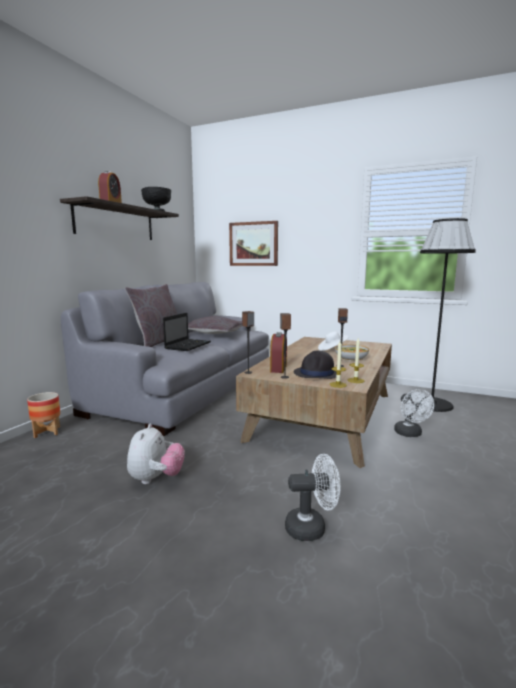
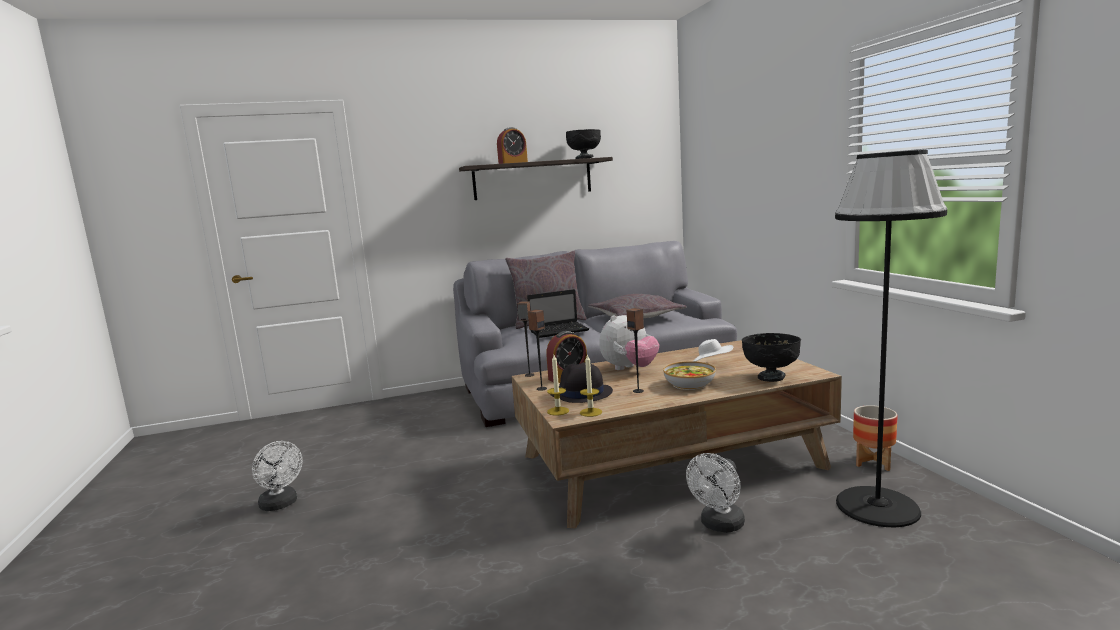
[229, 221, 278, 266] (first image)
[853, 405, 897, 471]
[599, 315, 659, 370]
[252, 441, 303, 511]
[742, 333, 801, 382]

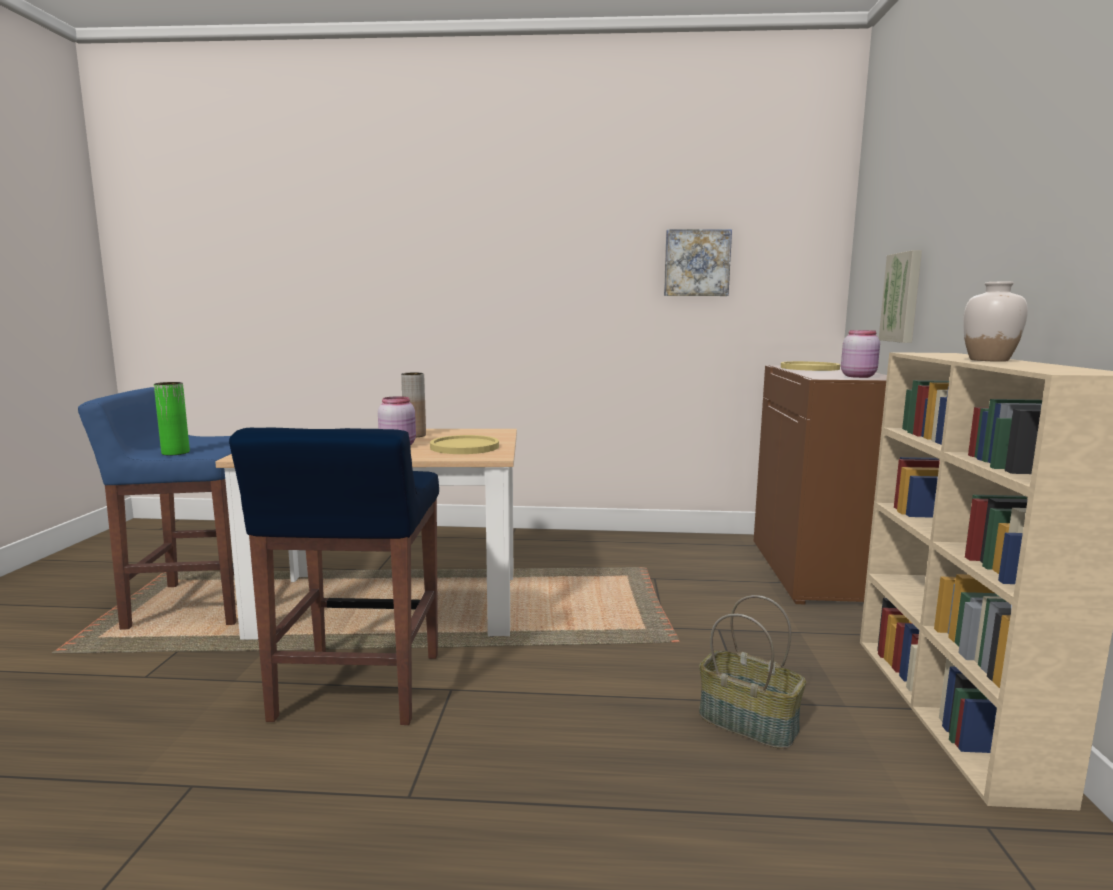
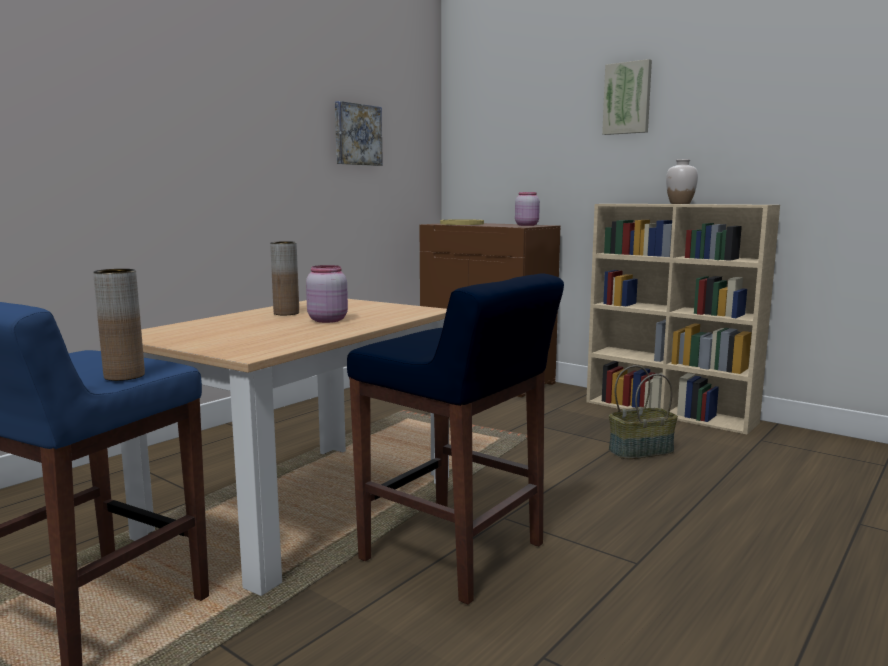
[602, 59, 652, 135]
[93, 269, 145, 381]
[430, 435, 499, 454] (first image)

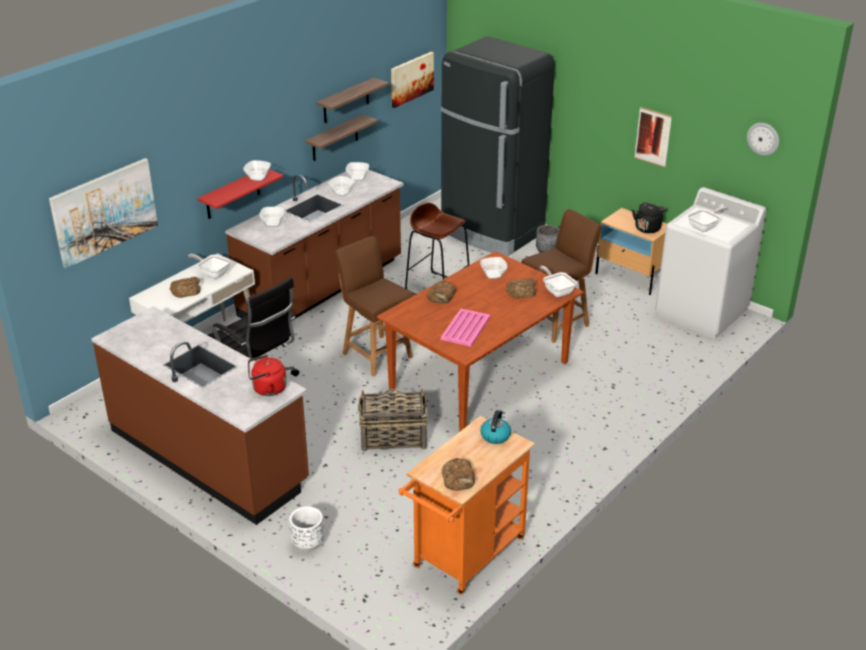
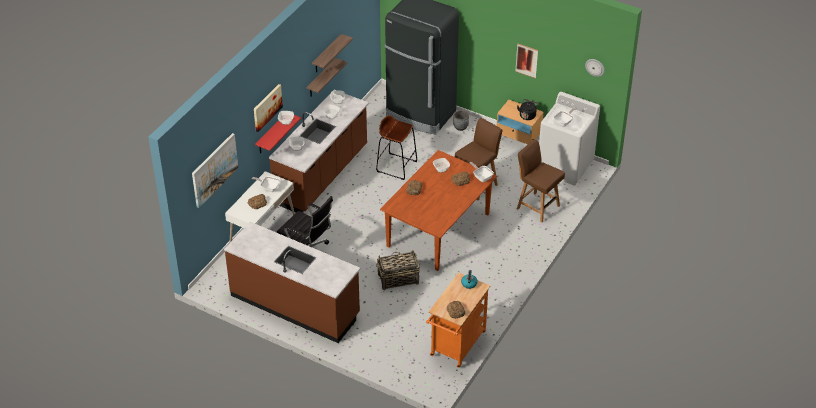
[254, 84, 283, 132]
[517, 139, 565, 222]
[441, 309, 490, 347] (first image)
[248, 355, 287, 396] (first image)
[289, 506, 324, 551] (first image)

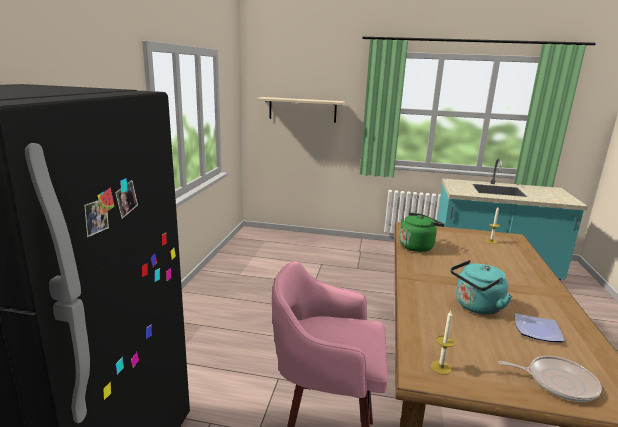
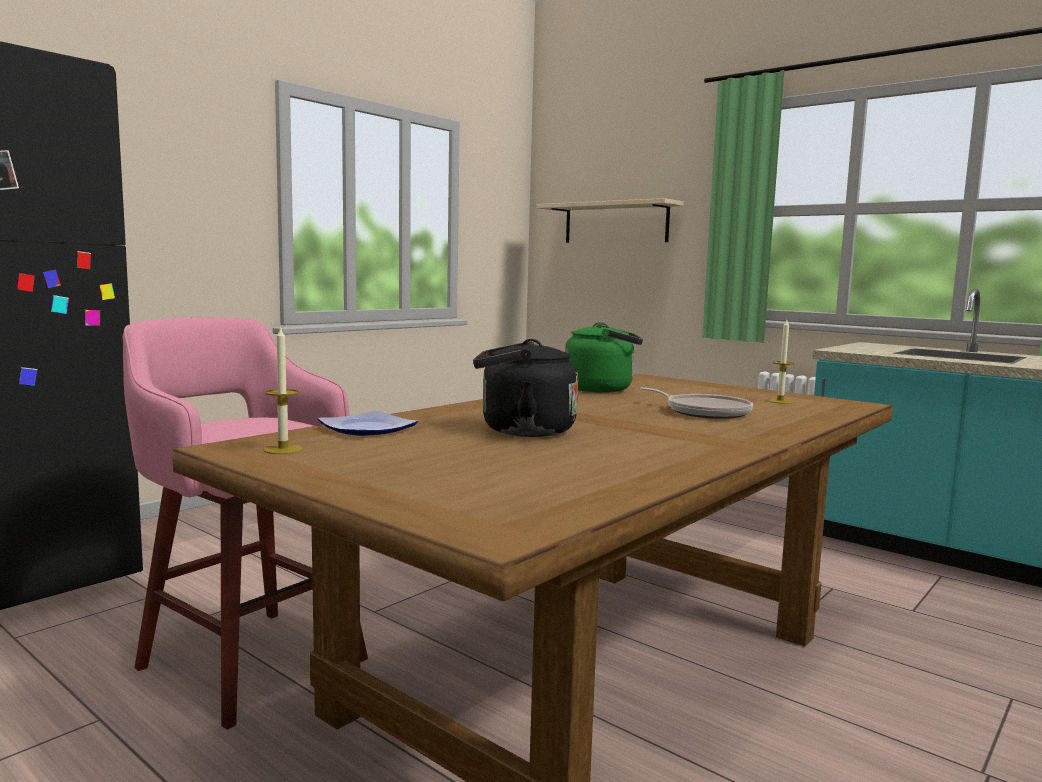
[473, 339, 578, 437]
[318, 410, 418, 436]
[640, 387, 753, 419]

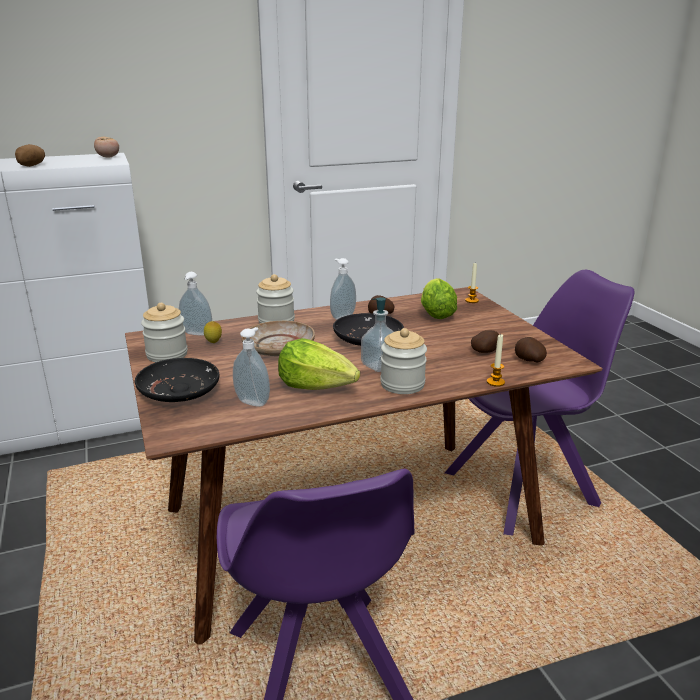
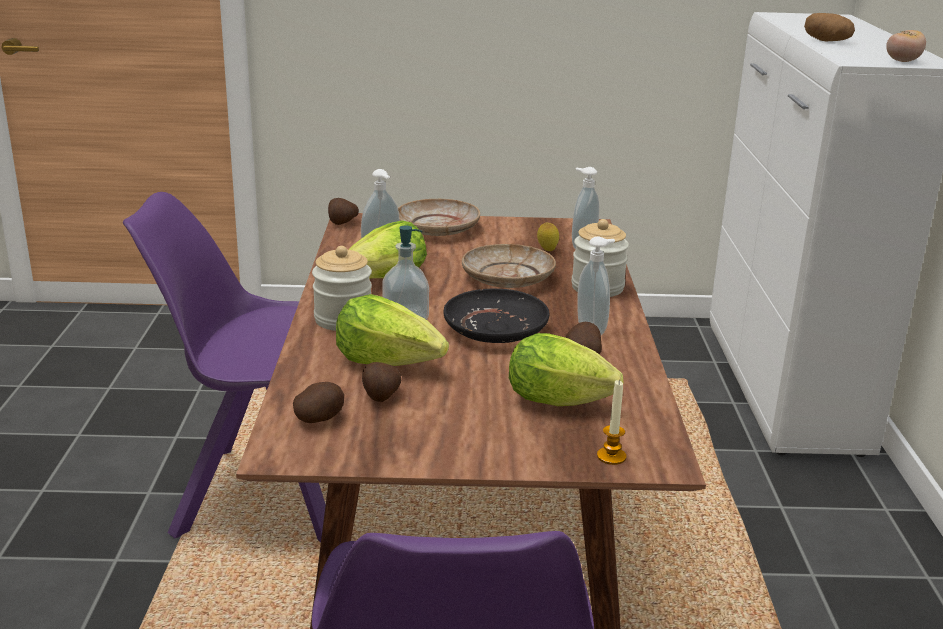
[141, 303, 188, 362] (first image)
[487, 334, 505, 387] (first image)
[398, 199, 480, 236]
[328, 198, 359, 225]
[336, 294, 449, 366]

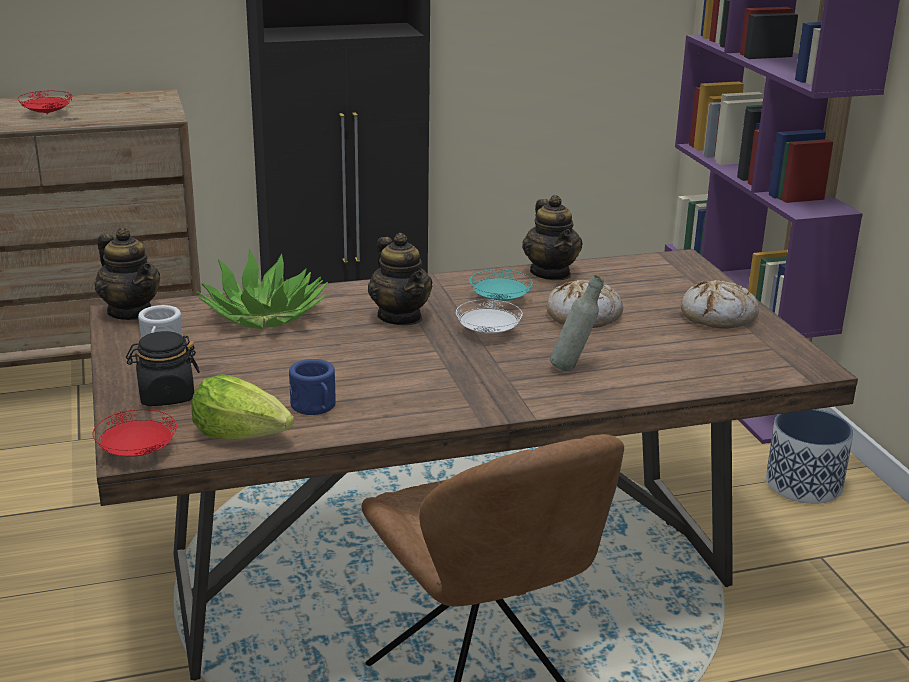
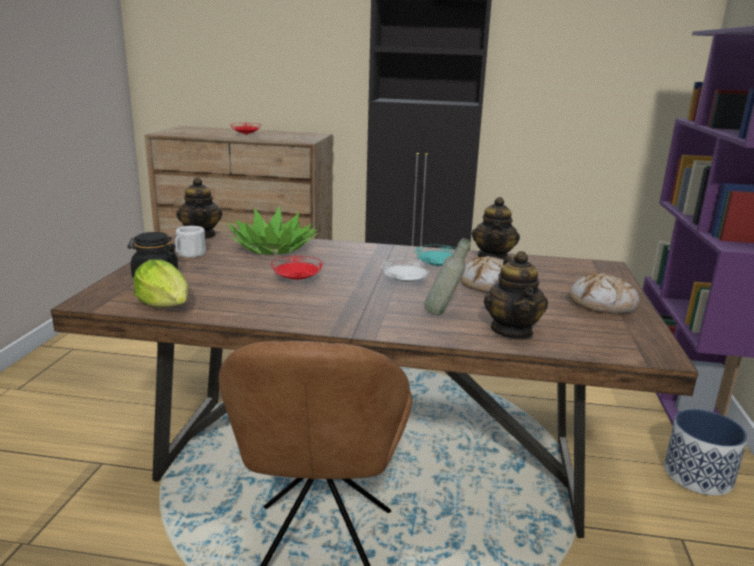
[484, 251, 548, 340]
[289, 359, 336, 415] (first image)
[271, 256, 323, 280]

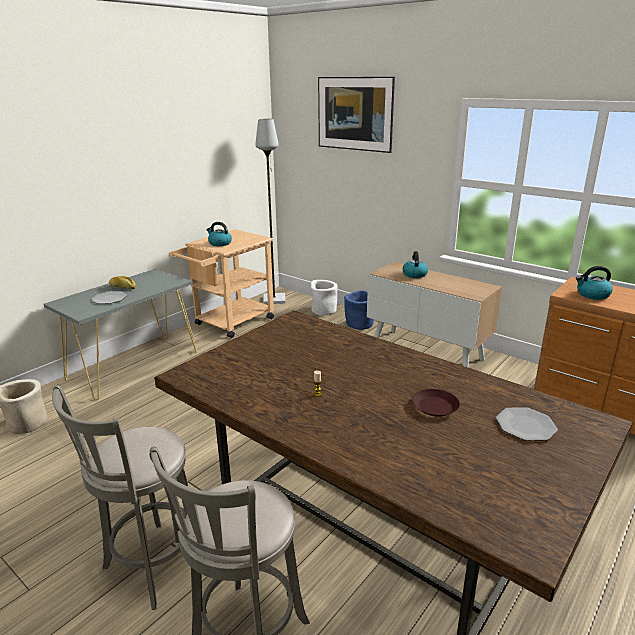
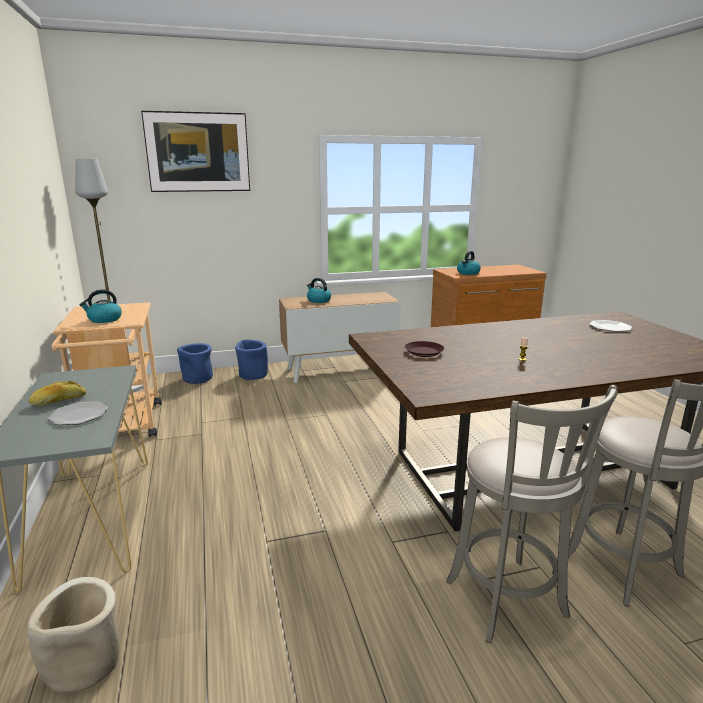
[177, 343, 213, 384]
[405, 341, 444, 357]

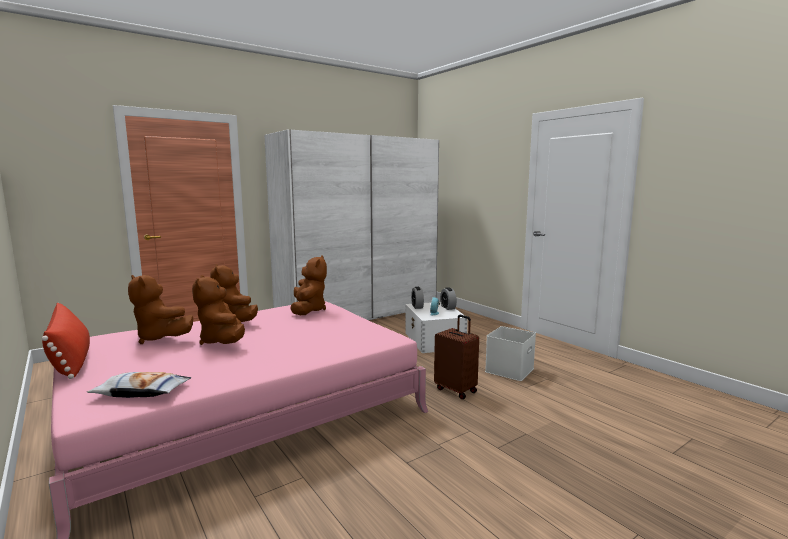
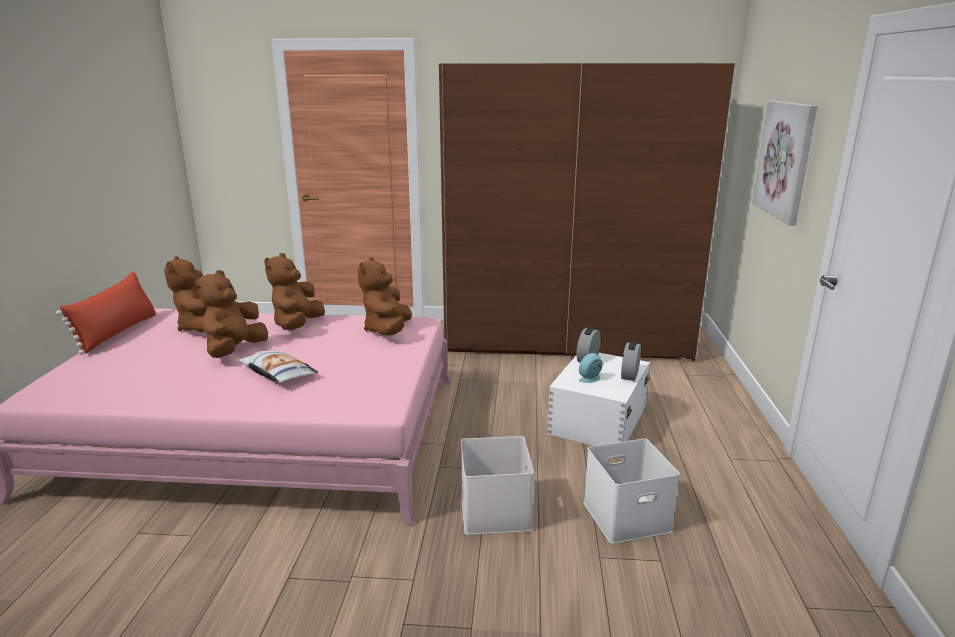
[439, 62, 736, 361]
[357, 257, 412, 336]
[461, 436, 534, 535]
[238, 350, 318, 383]
[752, 101, 817, 226]

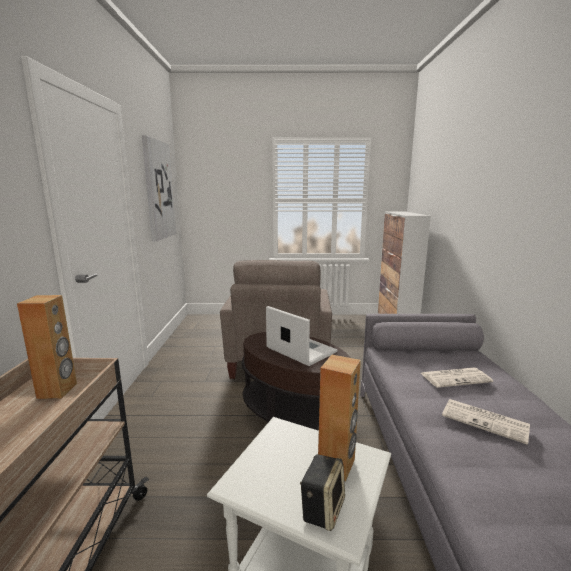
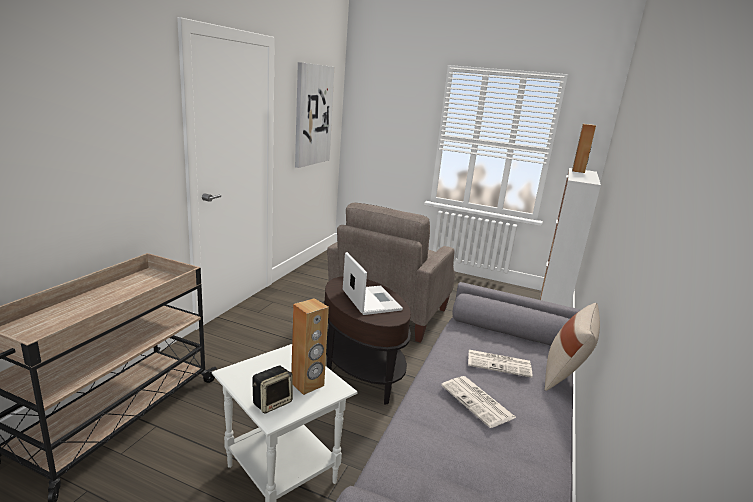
[572, 124, 596, 173]
[545, 303, 600, 391]

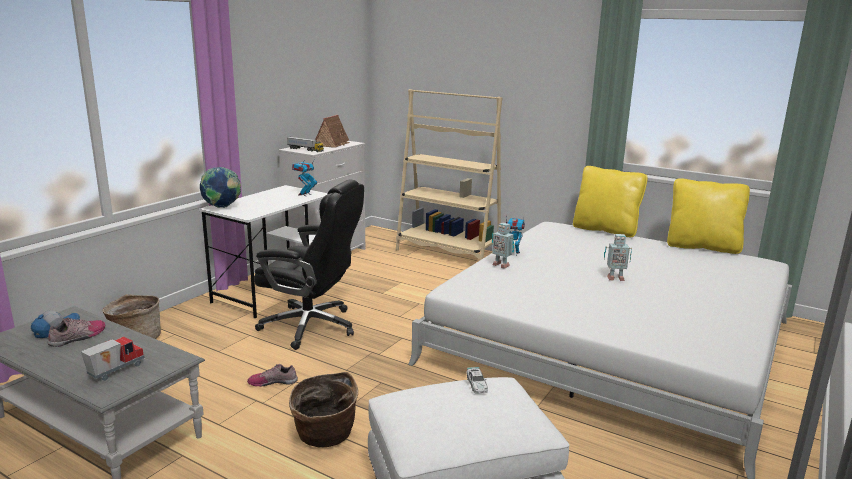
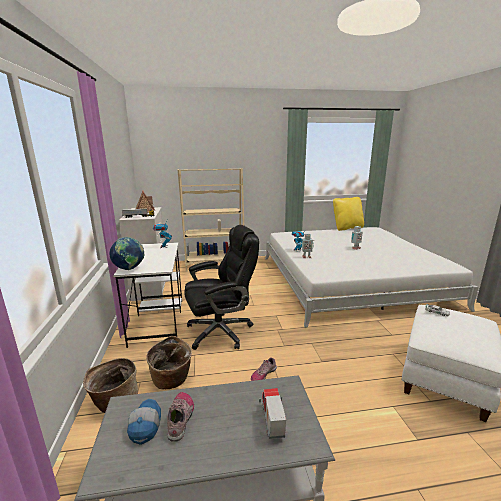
[573, 166, 648, 237] (first image)
[146, 336, 192, 390]

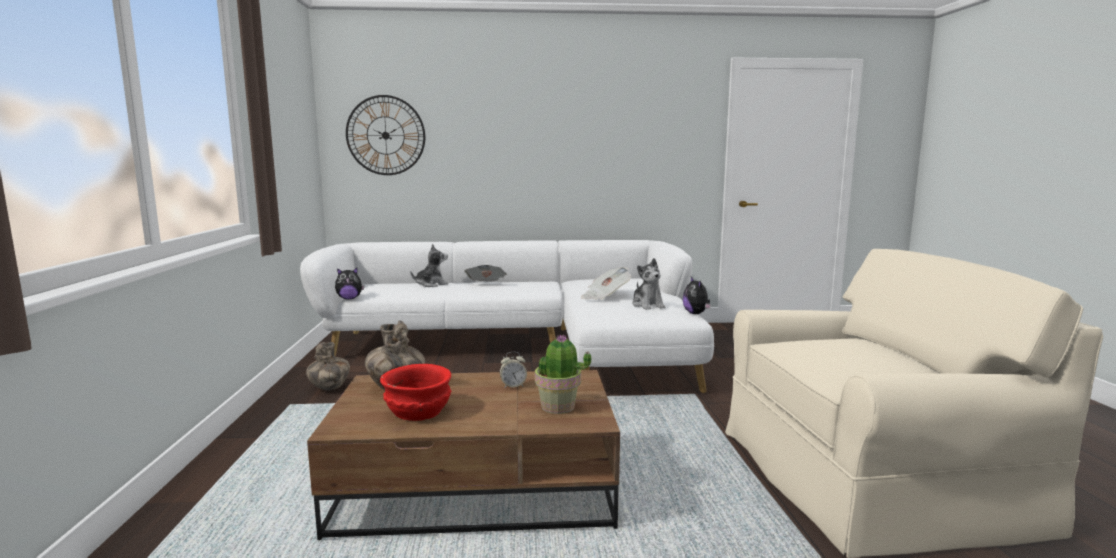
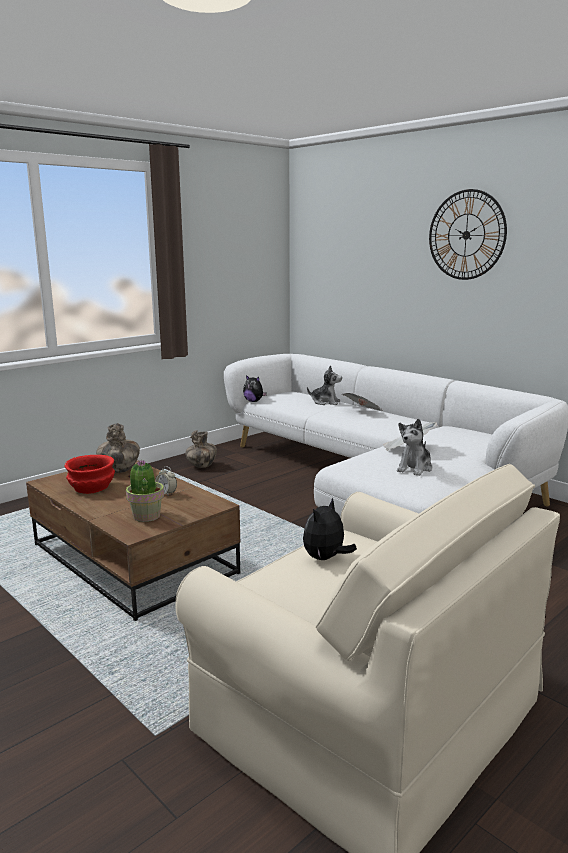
[429, 189, 507, 280]
[303, 497, 357, 560]

